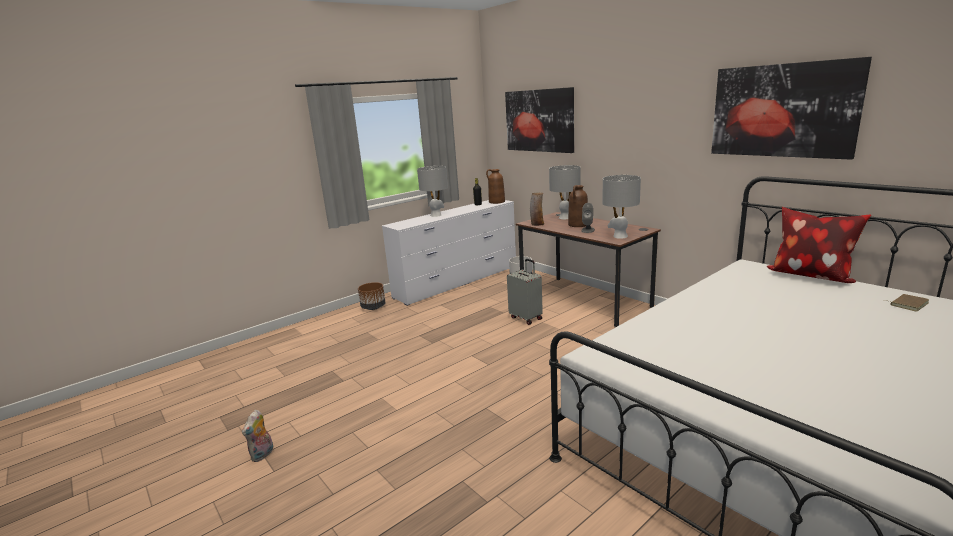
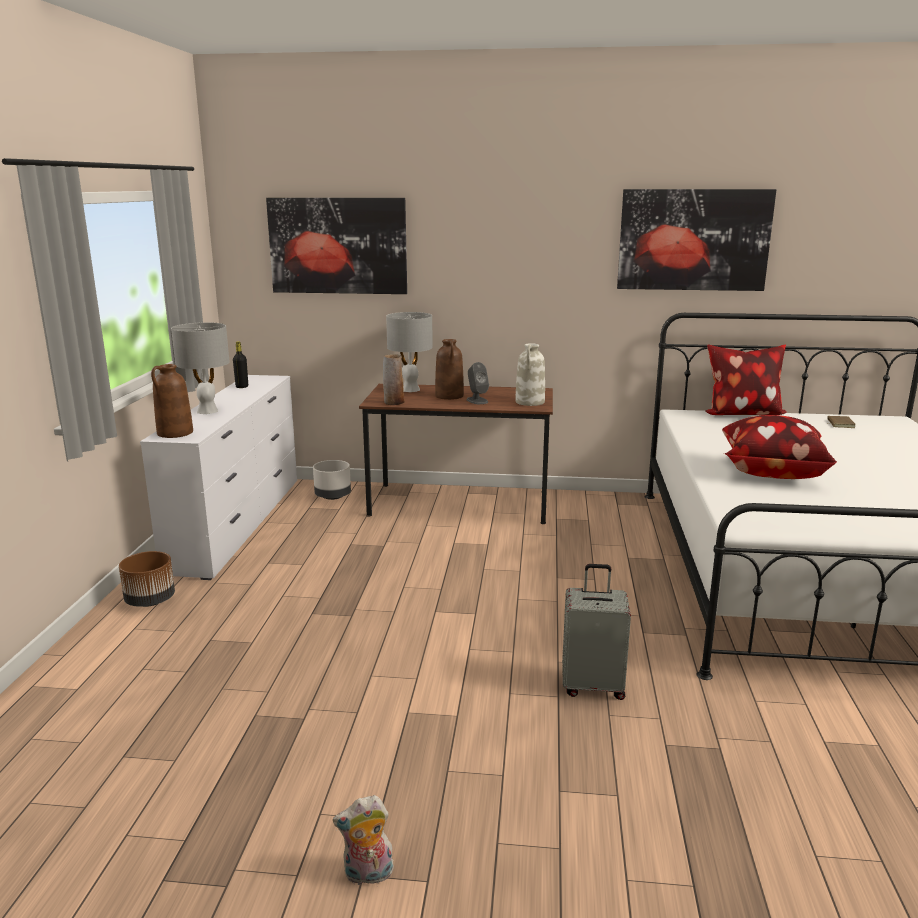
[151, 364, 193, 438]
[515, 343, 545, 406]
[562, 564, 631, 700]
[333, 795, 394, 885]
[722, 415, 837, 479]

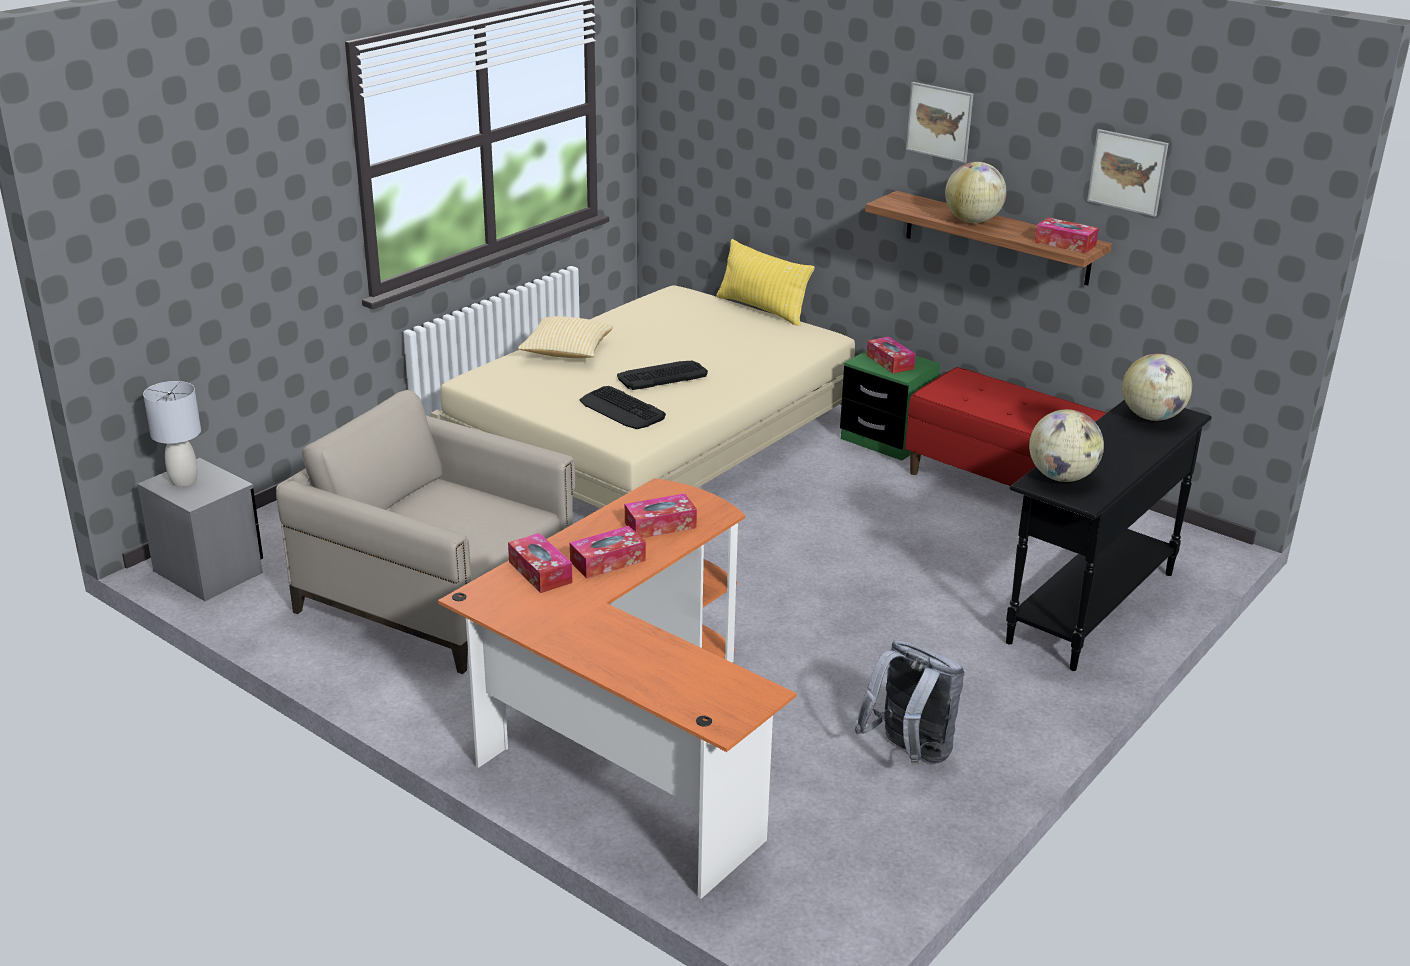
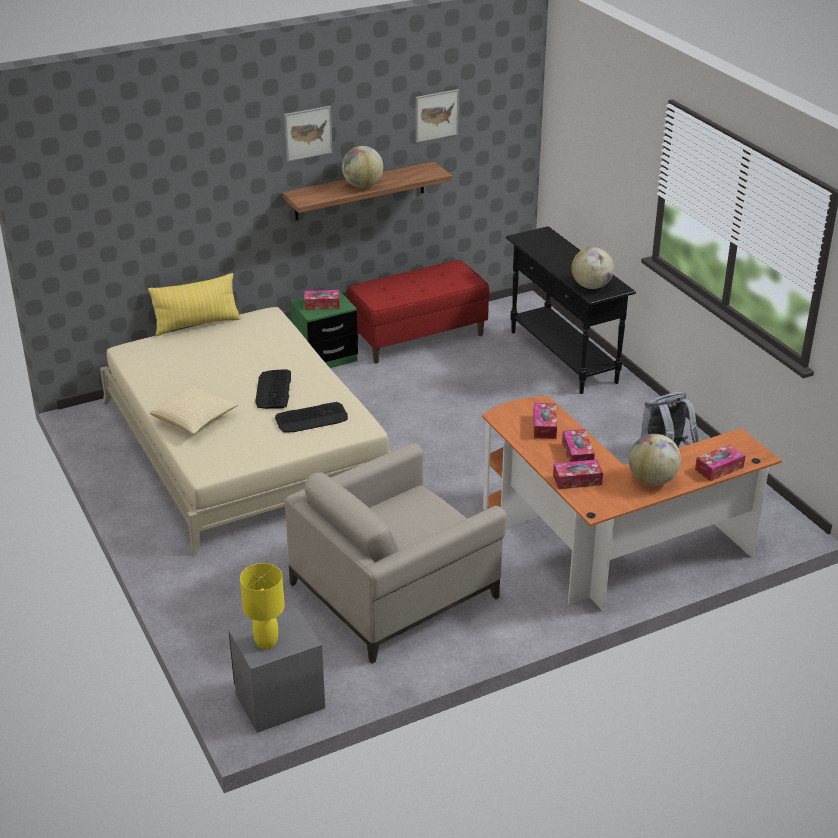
[695, 444, 746, 481]
[629, 434, 681, 485]
[240, 563, 284, 649]

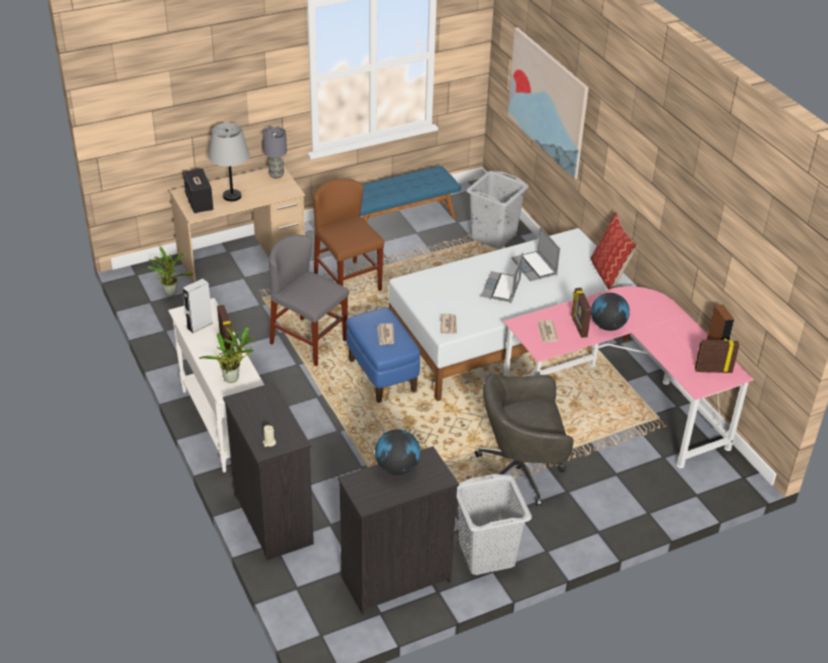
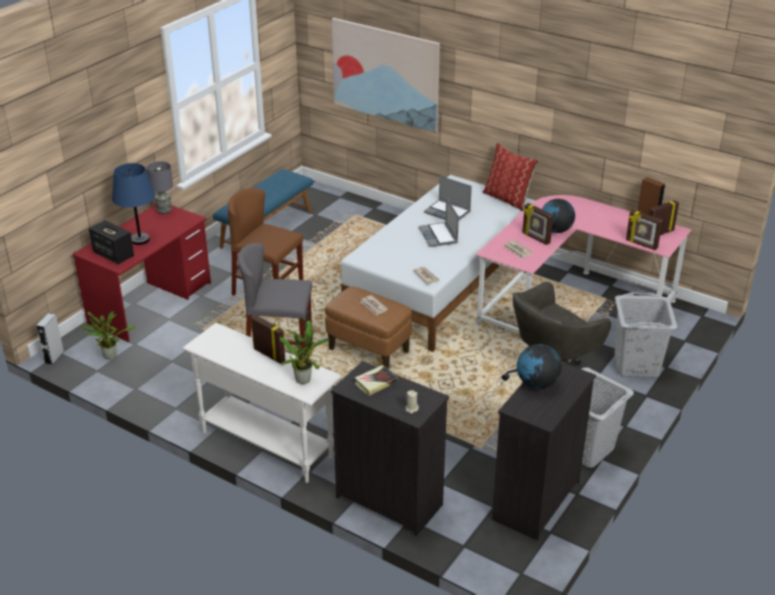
[112, 163, 155, 245]
[72, 204, 211, 342]
[615, 292, 677, 378]
[36, 313, 64, 365]
[325, 287, 412, 369]
[626, 210, 663, 250]
[355, 365, 398, 396]

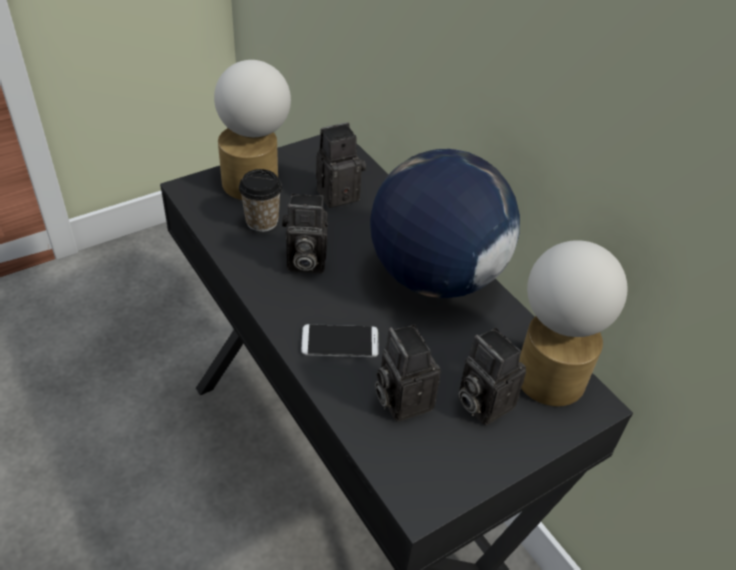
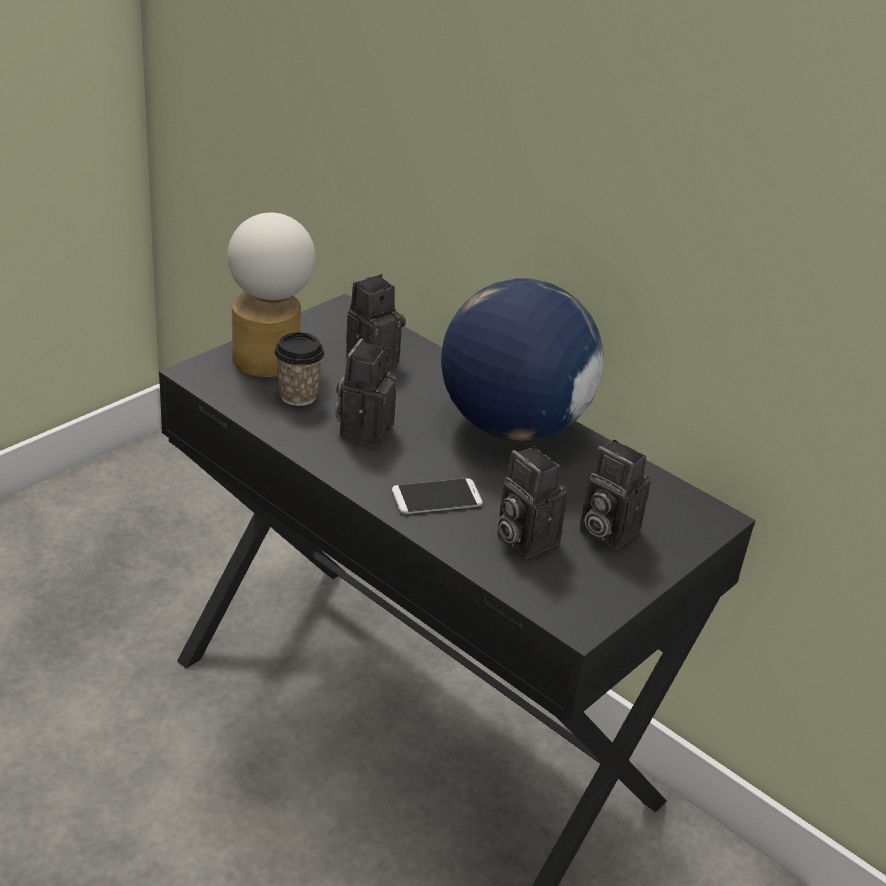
[335, 339, 397, 447]
[519, 240, 628, 406] (first image)

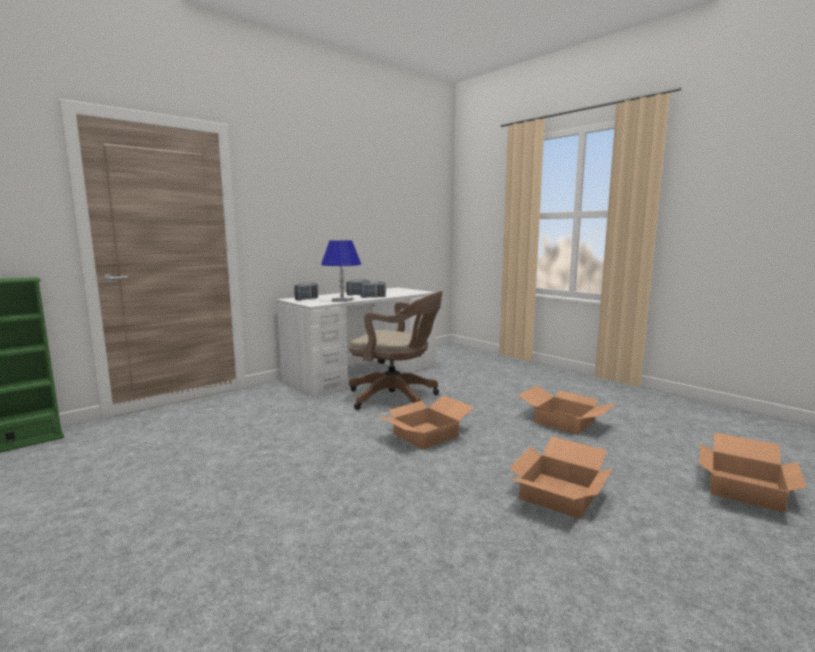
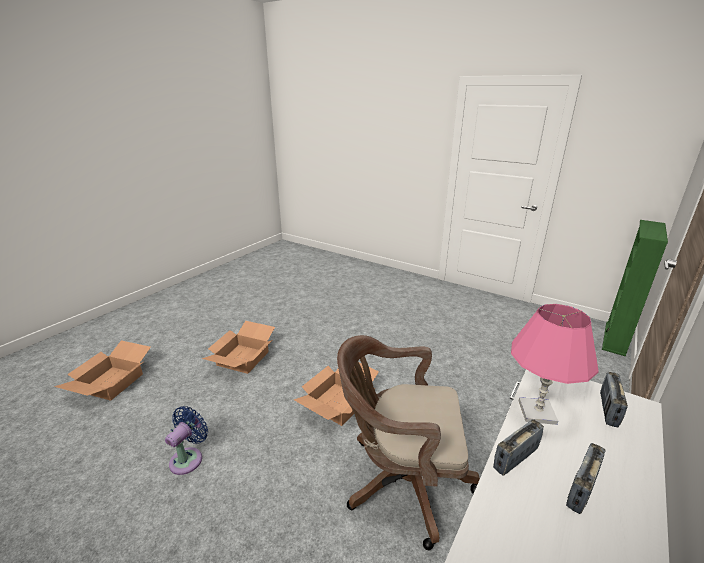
[511, 304, 599, 425]
[165, 406, 208, 475]

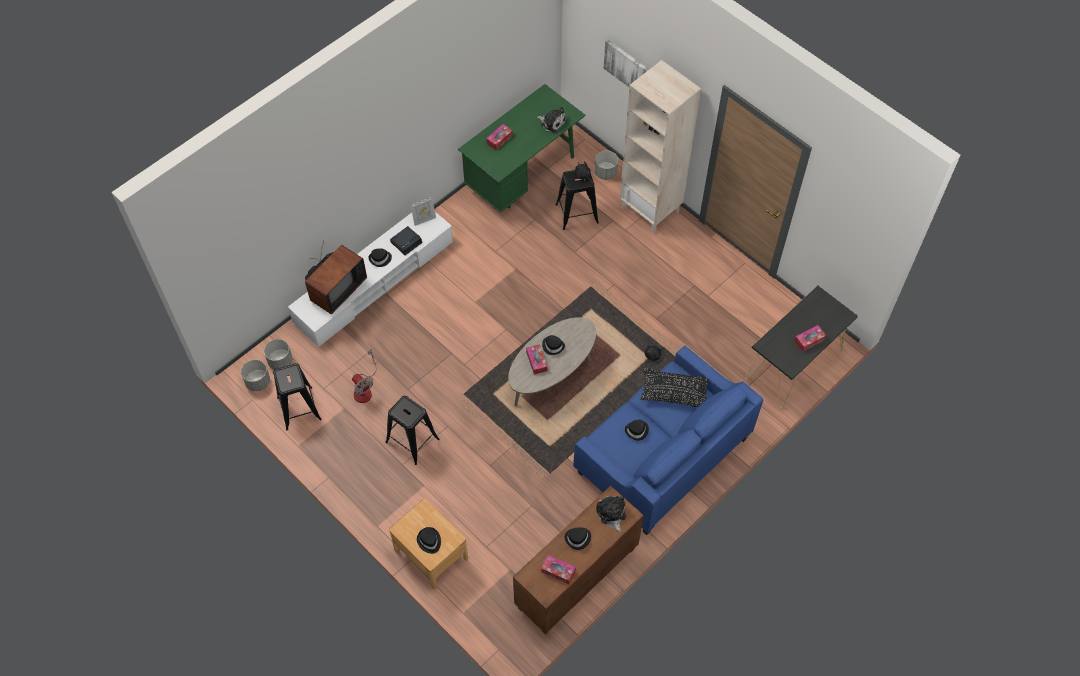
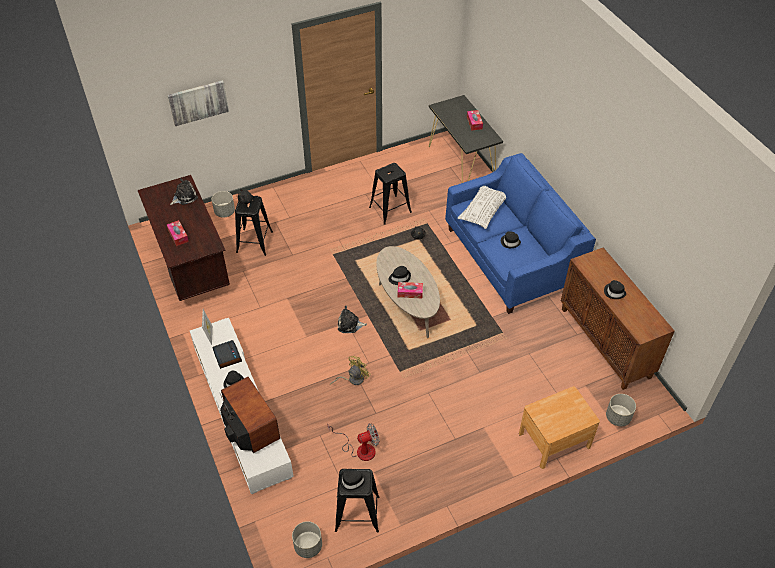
[620, 60, 701, 233] (first image)
[138, 175, 230, 301]
[606, 394, 636, 426]
[458, 186, 506, 229]
[369, 163, 412, 225]
[338, 306, 367, 333]
[339, 469, 367, 492]
[541, 555, 576, 584] (first image)
[330, 356, 371, 385]

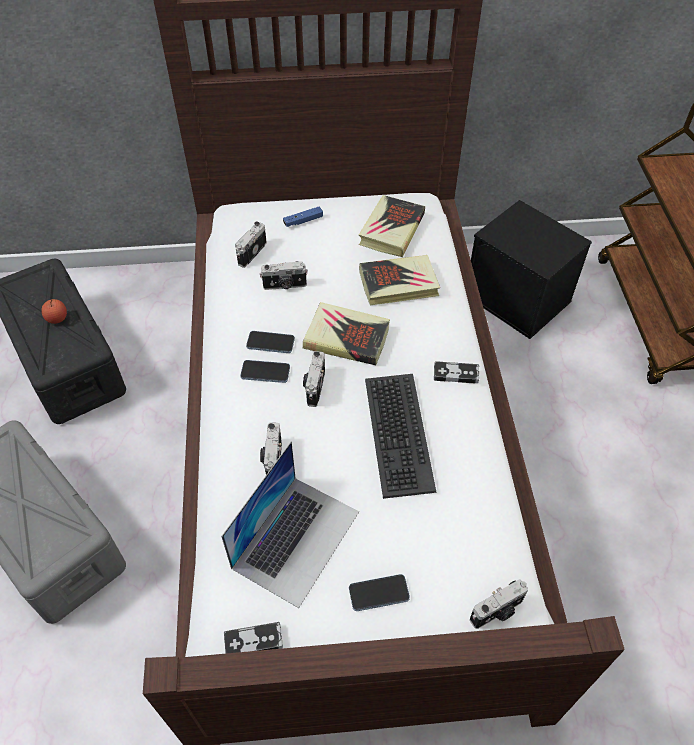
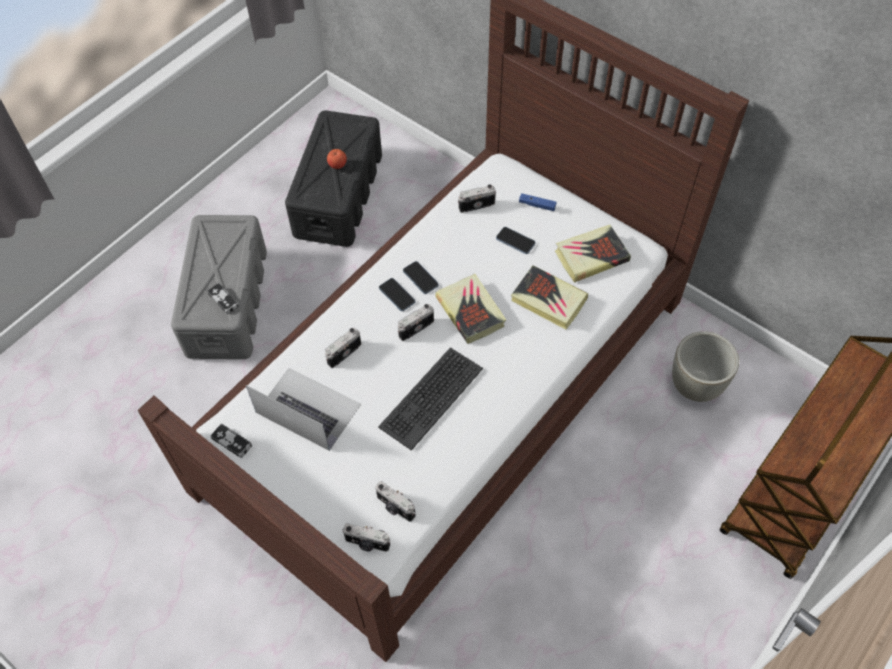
[672, 331, 739, 402]
[375, 481, 416, 522]
[207, 283, 239, 314]
[246, 368, 361, 451]
[496, 227, 536, 254]

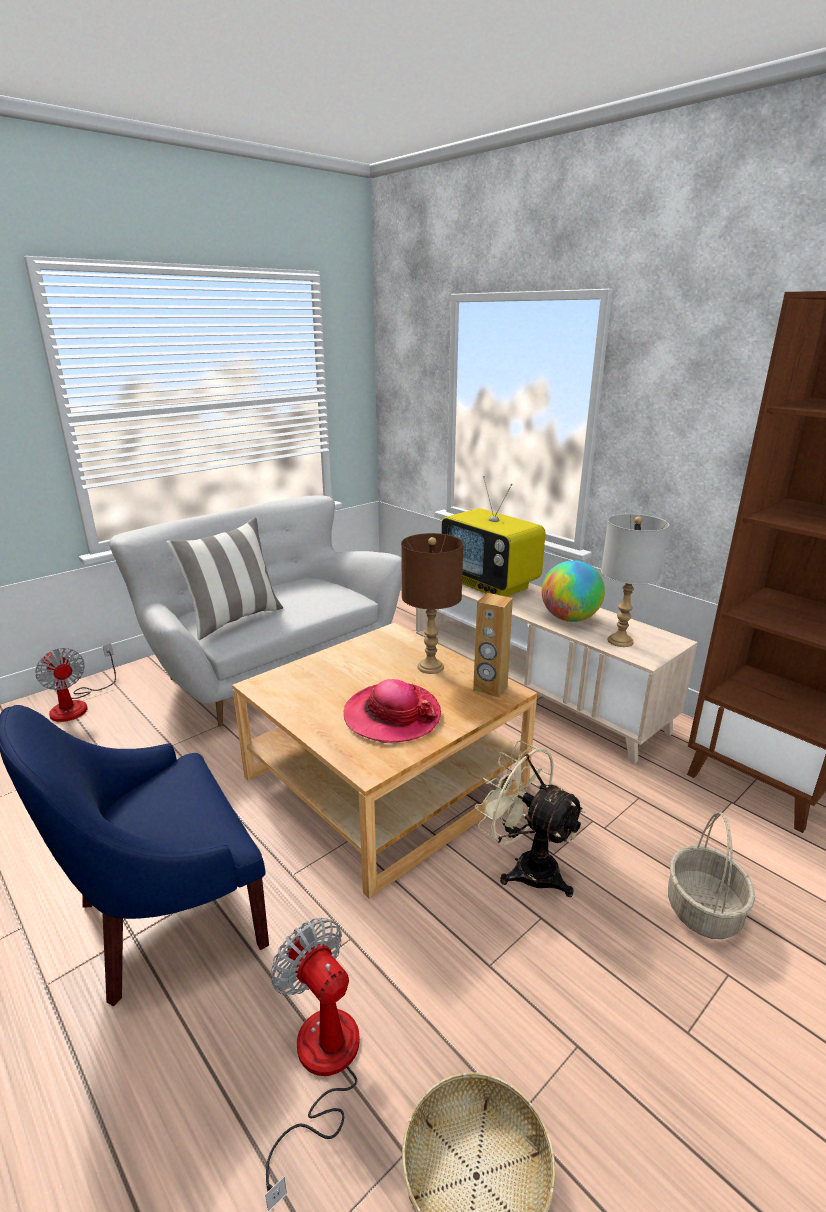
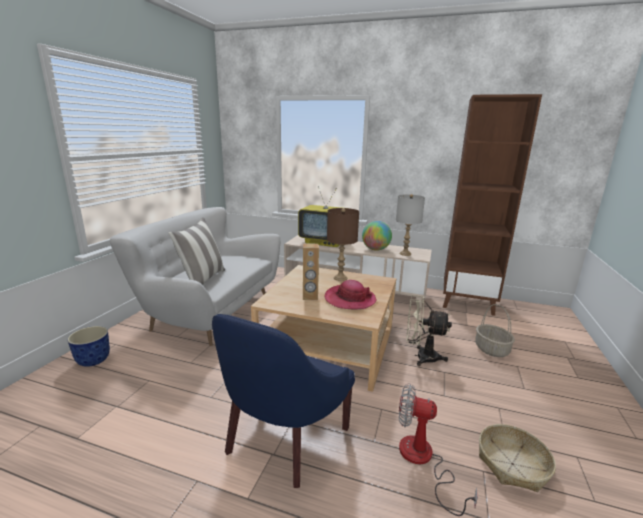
[303, 243, 319, 300]
[67, 326, 110, 367]

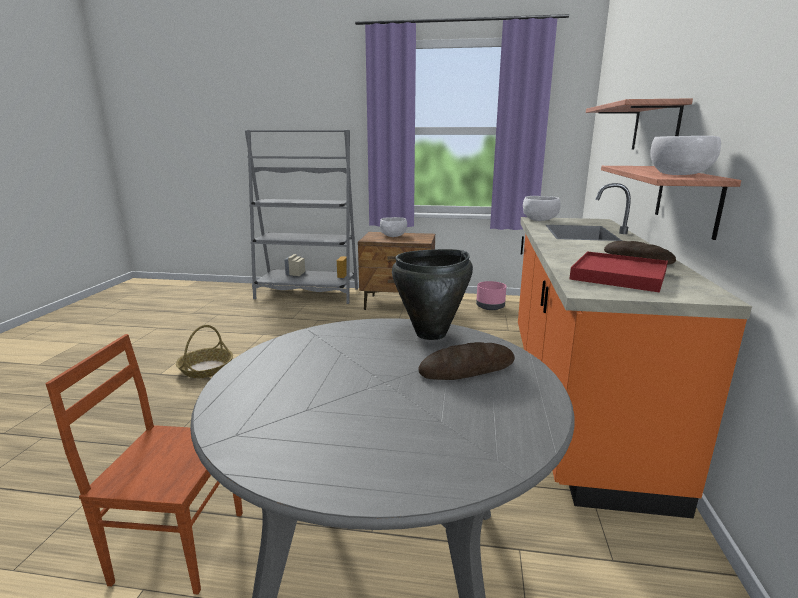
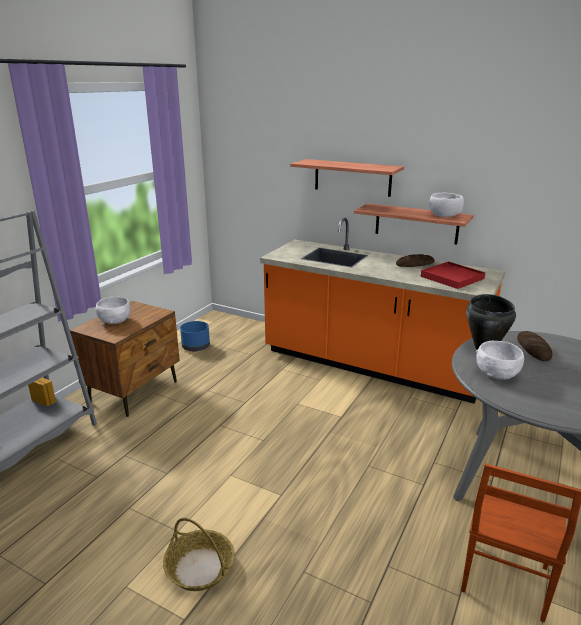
[476, 341, 524, 380]
[180, 321, 210, 351]

